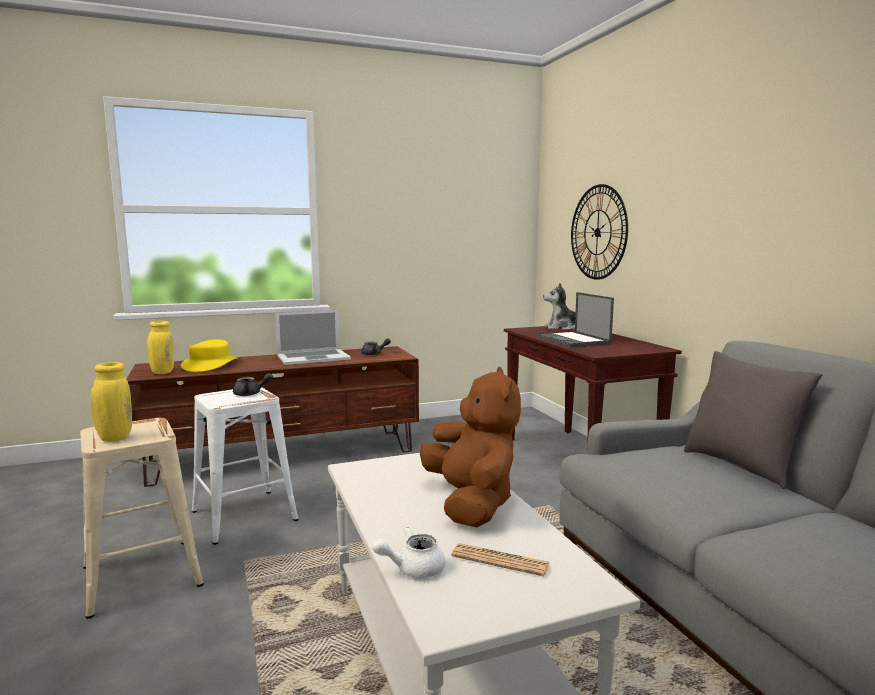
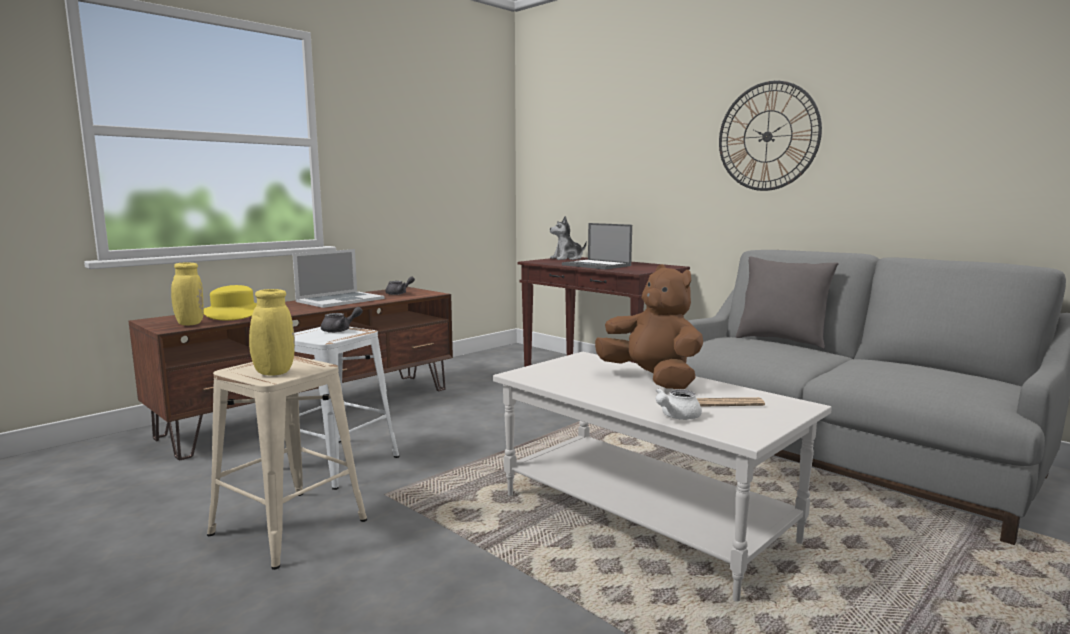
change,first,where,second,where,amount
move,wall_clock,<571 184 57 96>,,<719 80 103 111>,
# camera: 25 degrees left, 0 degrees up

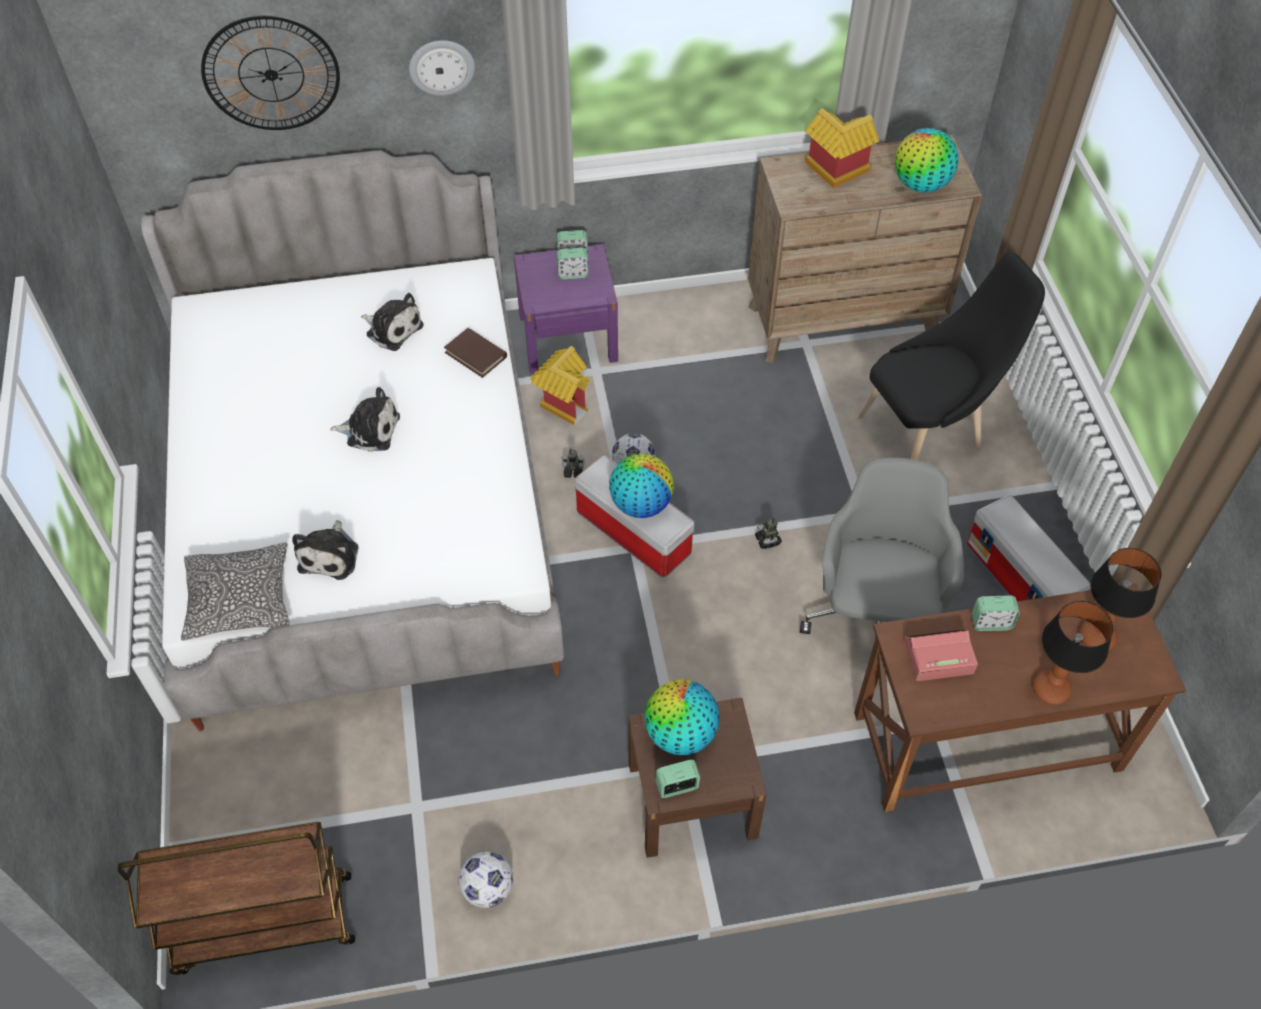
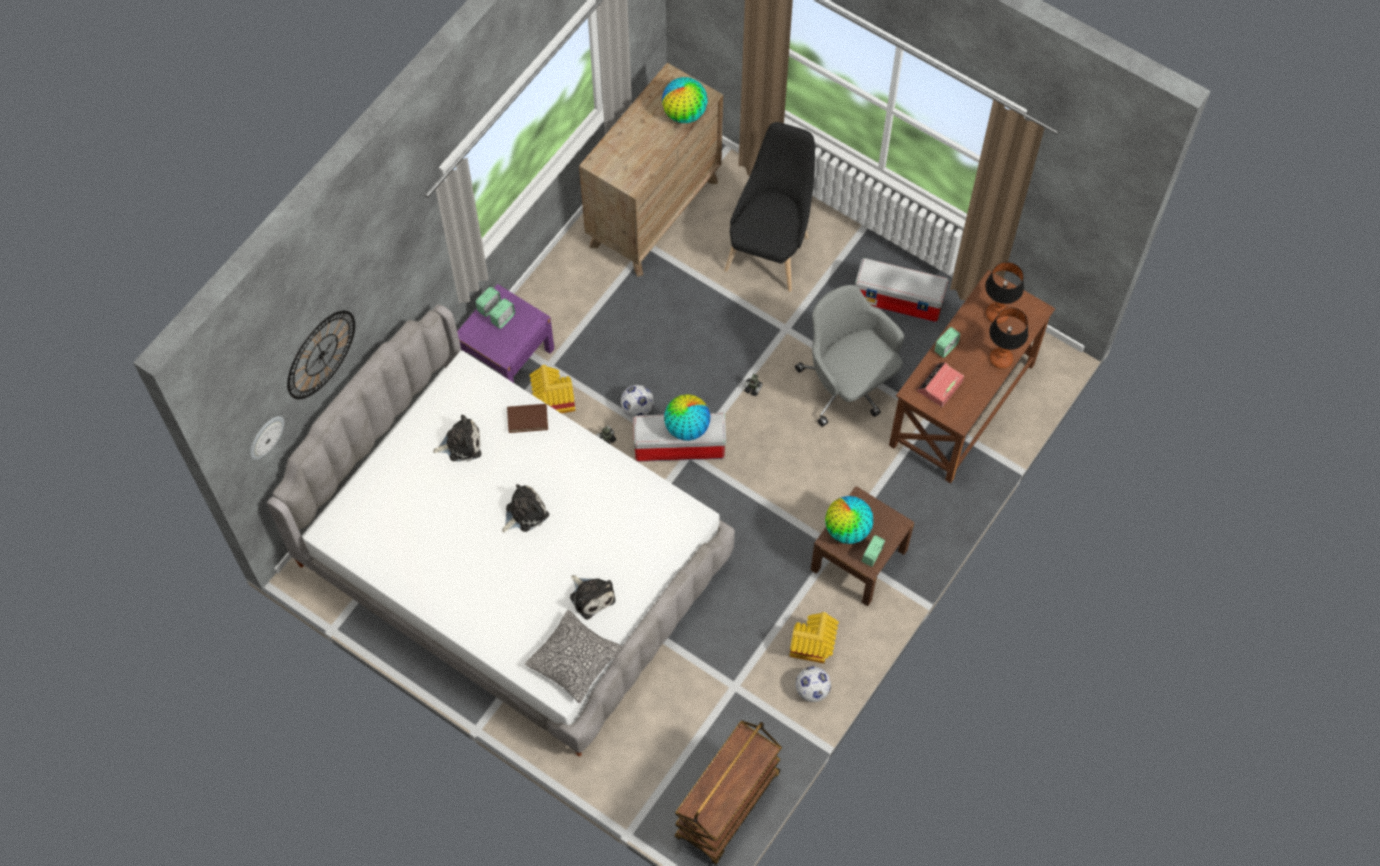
change,first,where,second,where,amount
move,wall_clock,<409 40 66 56>,,<250 416 34 44>,
move,toy_house,<805 108 74 80>,,<789 612 50 51>,
# camera: 45 degrees left, 10 degrees up

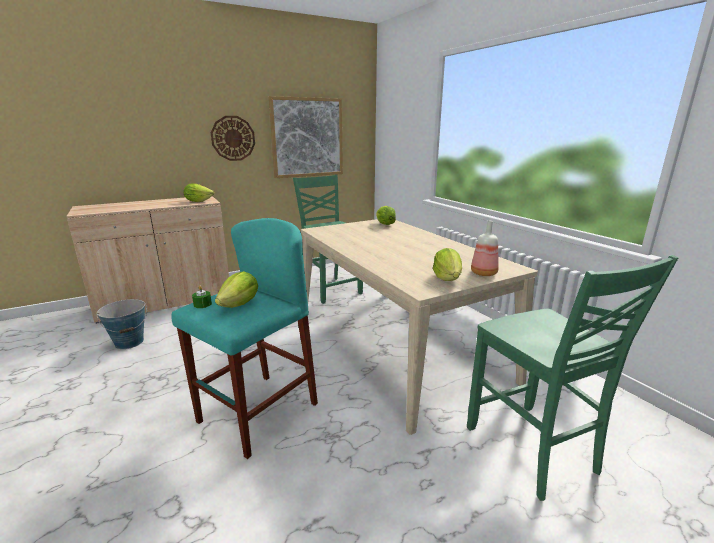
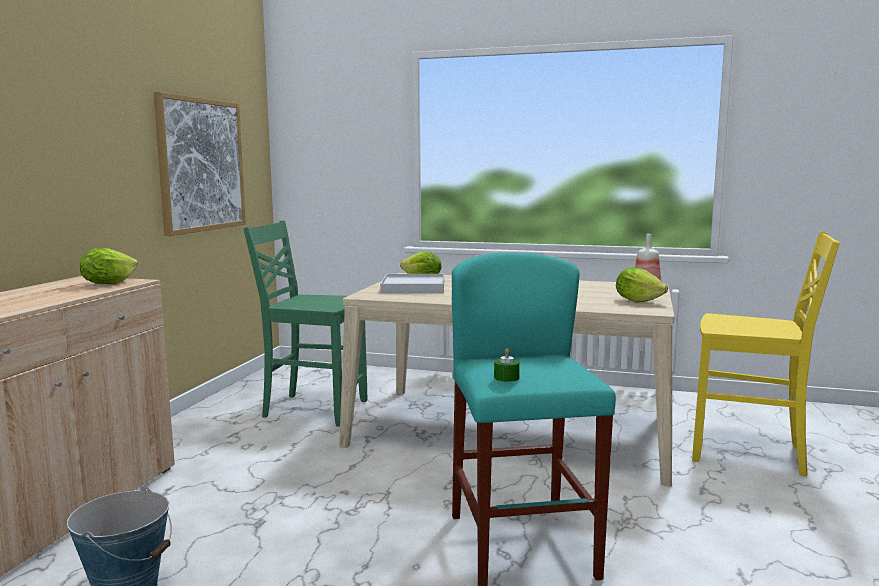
change,first,where,second,where,amount
insert,,,white_tray,<380 274 64 19>,
recolor,green_chair,<467 255 212 246>,yellow_chair,<692 232 148 245>,
delete,wall_clock,<211 116 44 45>,,,
delete,lettuce,<215 271 43 37>,,,
# camera: 45 degrees left, 10 degrees down

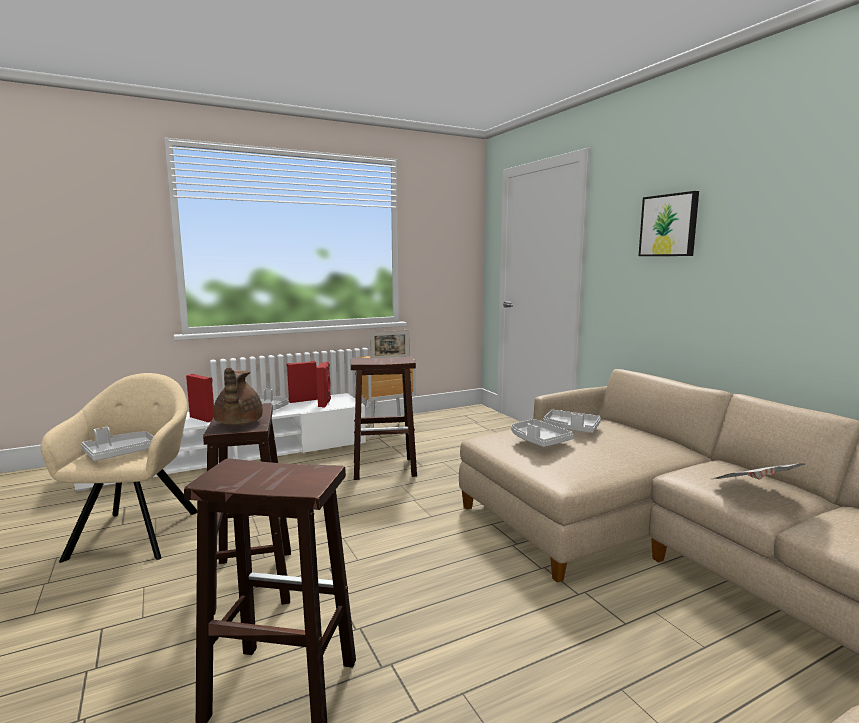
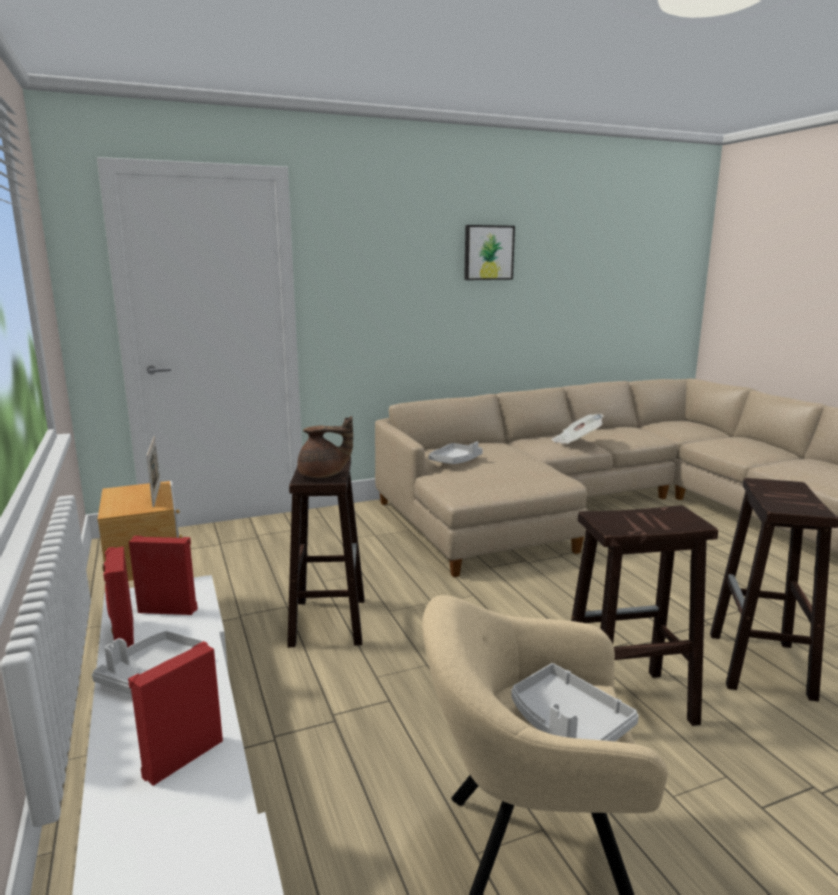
change,first,where,second,where,amount
move,brown_teapot,<213 368 50 57>,,<297 416 56 62>,
move,picture,<639 191 60 65>,,<464 225 51 55>,
delete,grey_tray,<511 419 62 28>,,,
# camera: 85 degrees left, 5 degrees up

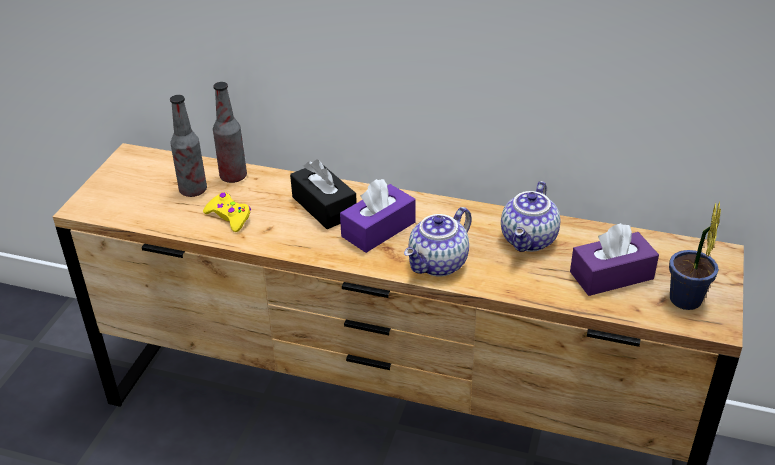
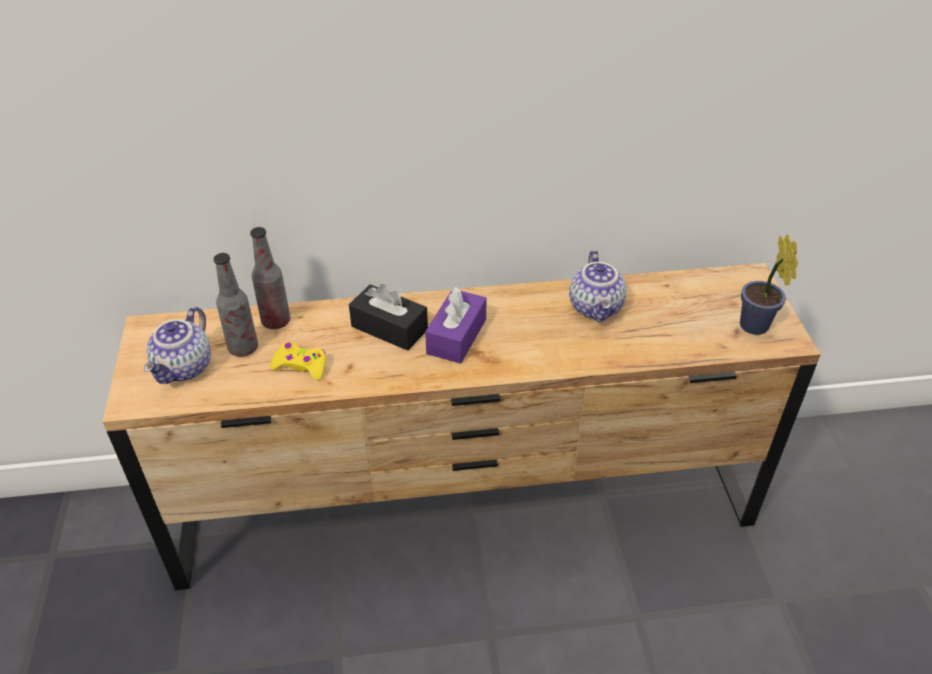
change,first,where,second,where,amount
move,teapot,<404 207 68 70>,,<144 306 67 78>,
delete,purple_tissue_box,<570 223 89 73>,,,
# camera: 25 degrees left, 5 degrees up

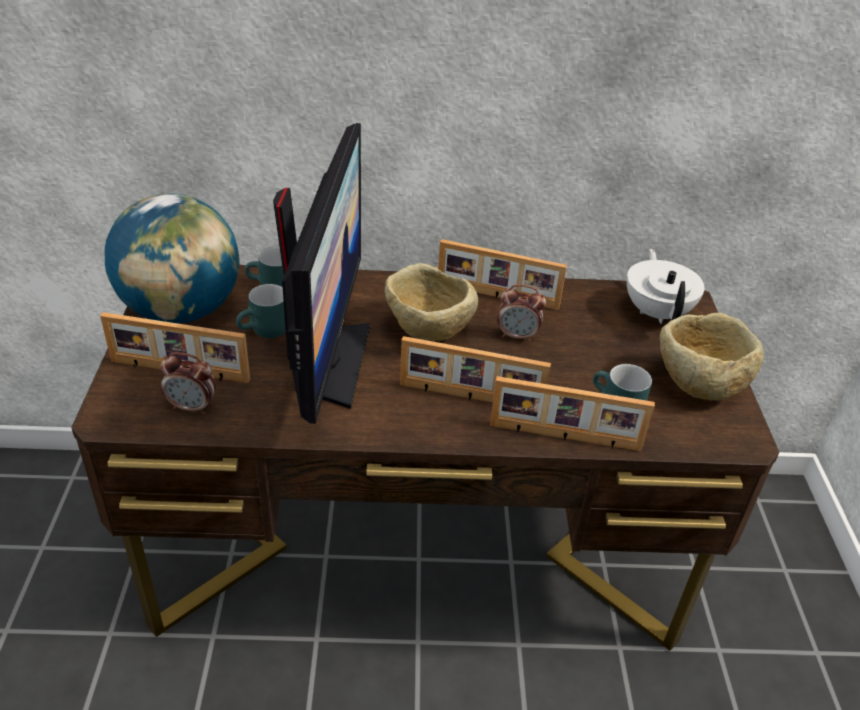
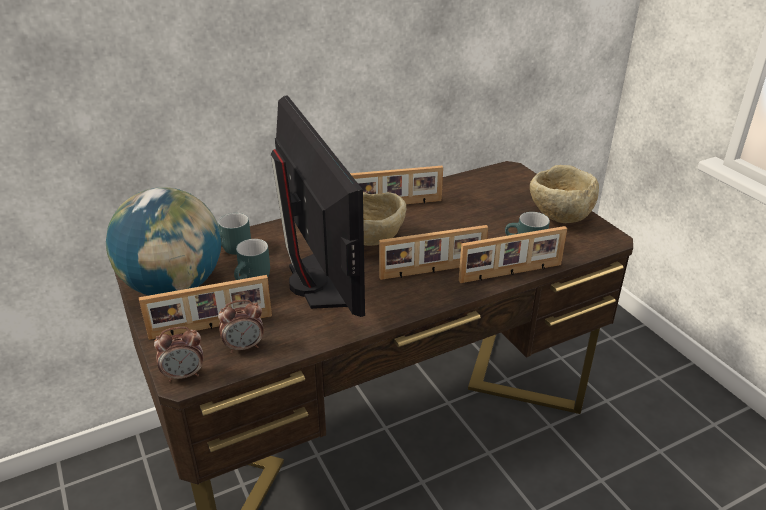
change,first,where,second,where,amount
move,alarm_clock,<497 285 49 57>,,<154 327 49 55>,
delete,white_teapot,<627 249 78 75>,,,
# camera: 25 degrees left, 5 degrees down

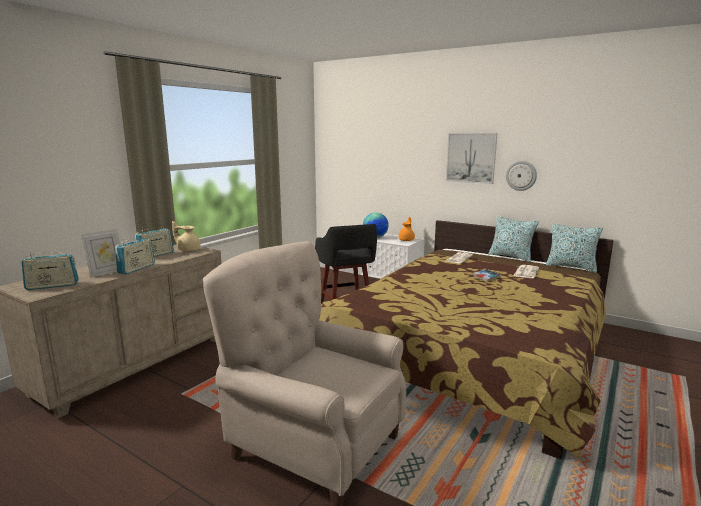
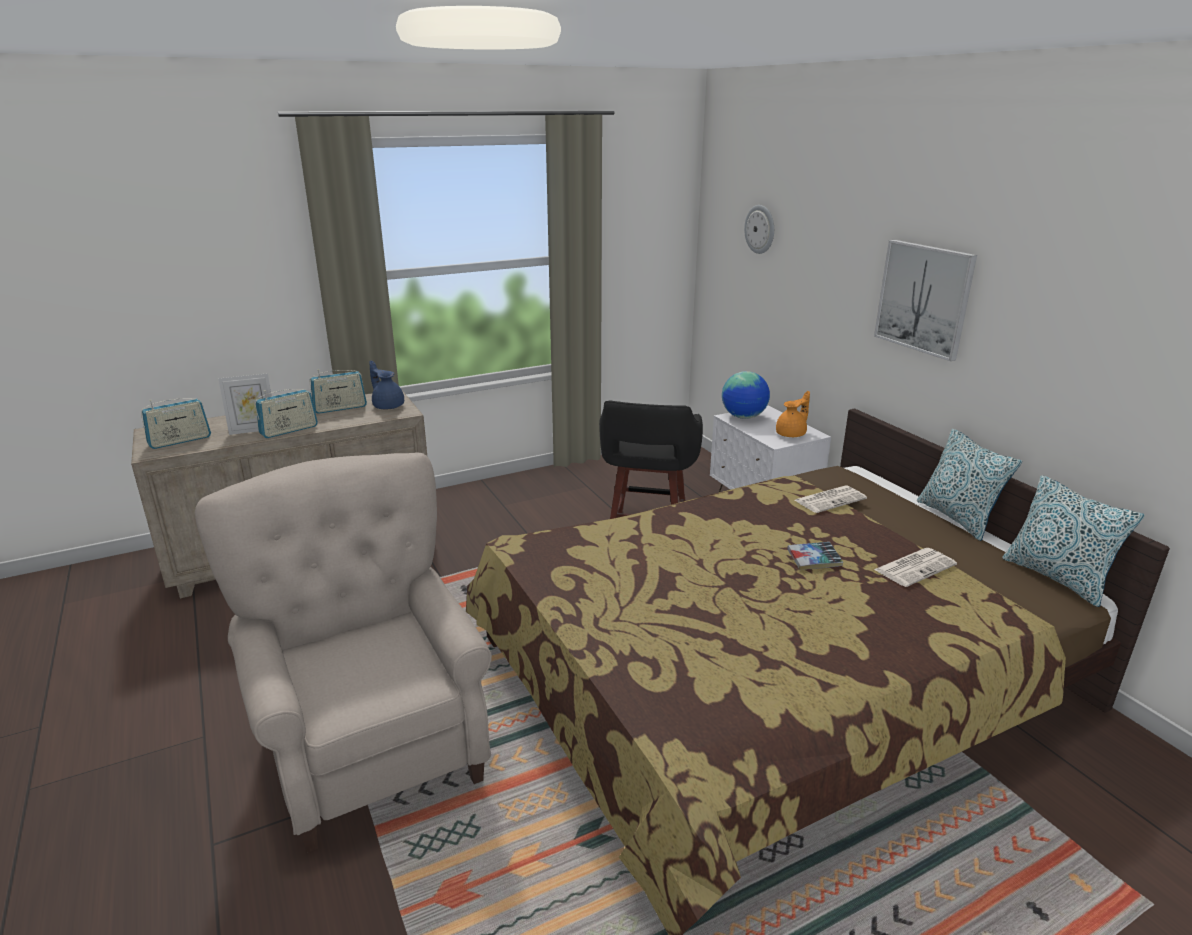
change,first,where,second,where,amount
rotate,radio,<22 251 57 39>,,<141 398 70 51>,45 degrees counterclockwise
recolor,beige_teapot,<172 221 29 30>,blue_teapot,<369 361 35 48>,
move,wall_clock,<506 161 31 30>,,<744 205 30 49>,
# camera: 30 degrees right, 10 degrees up

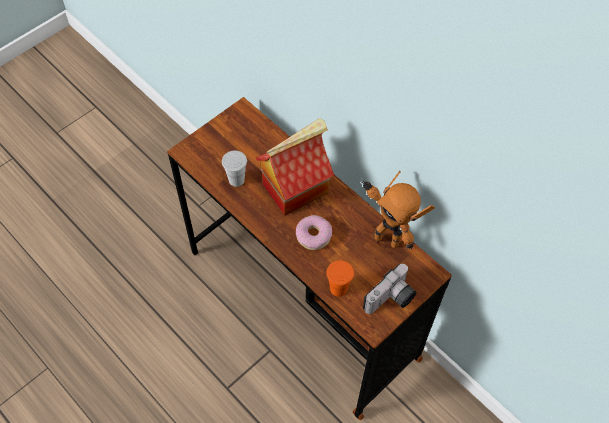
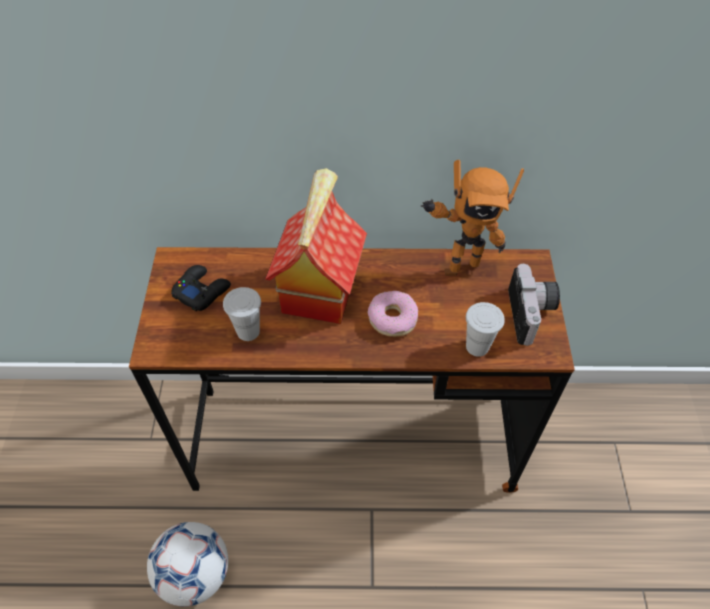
change,first,where,second,where,amount
insert,,,football,<147 522 81 85>,
insert,,,black_game_controller,<171 265 60 46>,
recolor,orange_cup,<327 260 27 37>,white_cup,<466 302 39 55>,
# camera: 45 degrees left, 5 degrees down

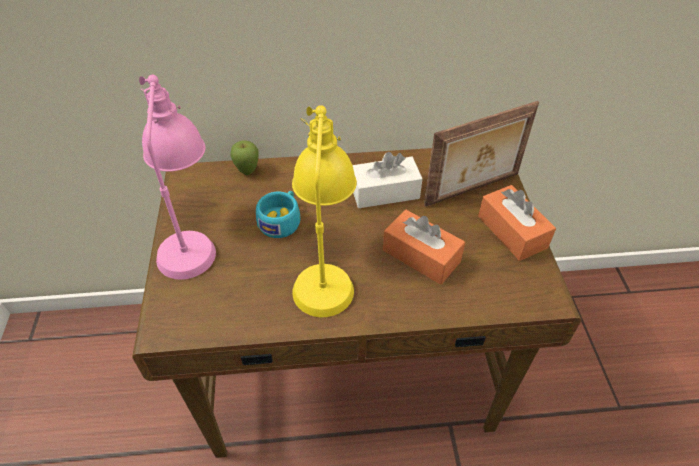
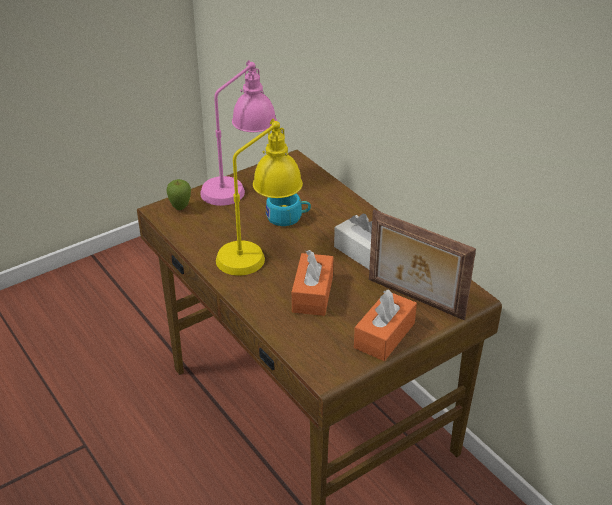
change,first,where,second,where,amount
move,apple,<231 140 28 35>,,<166 179 25 31>,
# camera: 60 degrees right, 10 degrees down

